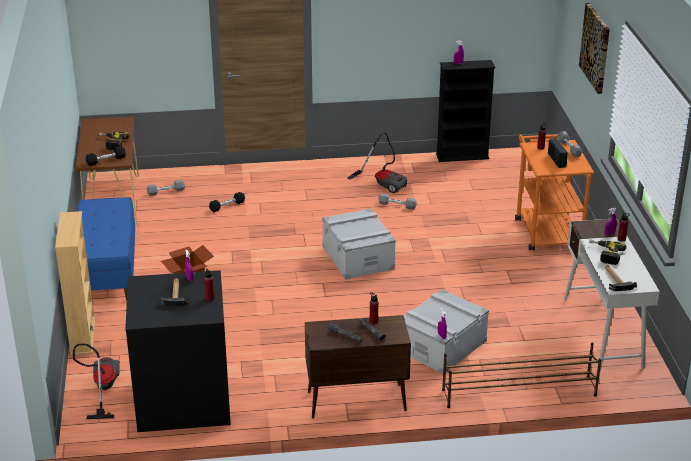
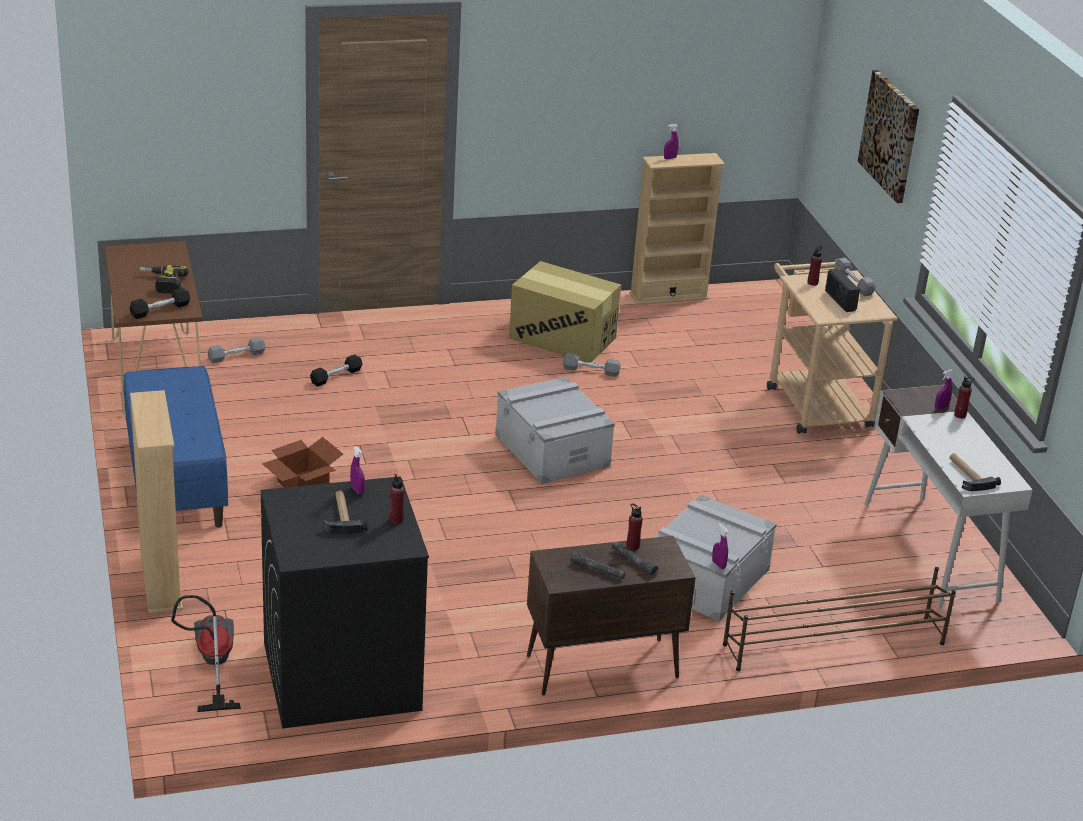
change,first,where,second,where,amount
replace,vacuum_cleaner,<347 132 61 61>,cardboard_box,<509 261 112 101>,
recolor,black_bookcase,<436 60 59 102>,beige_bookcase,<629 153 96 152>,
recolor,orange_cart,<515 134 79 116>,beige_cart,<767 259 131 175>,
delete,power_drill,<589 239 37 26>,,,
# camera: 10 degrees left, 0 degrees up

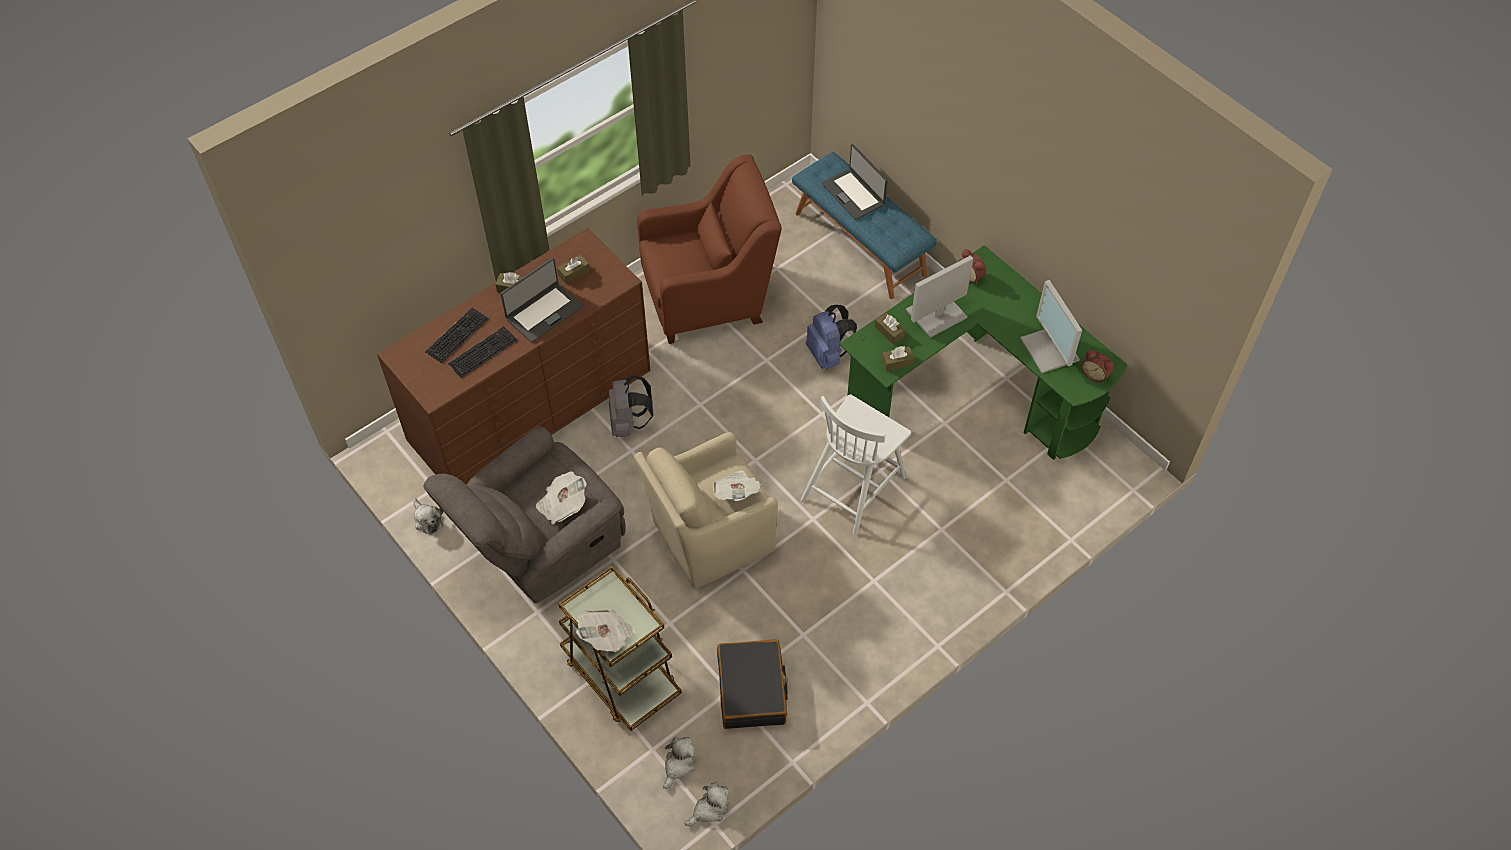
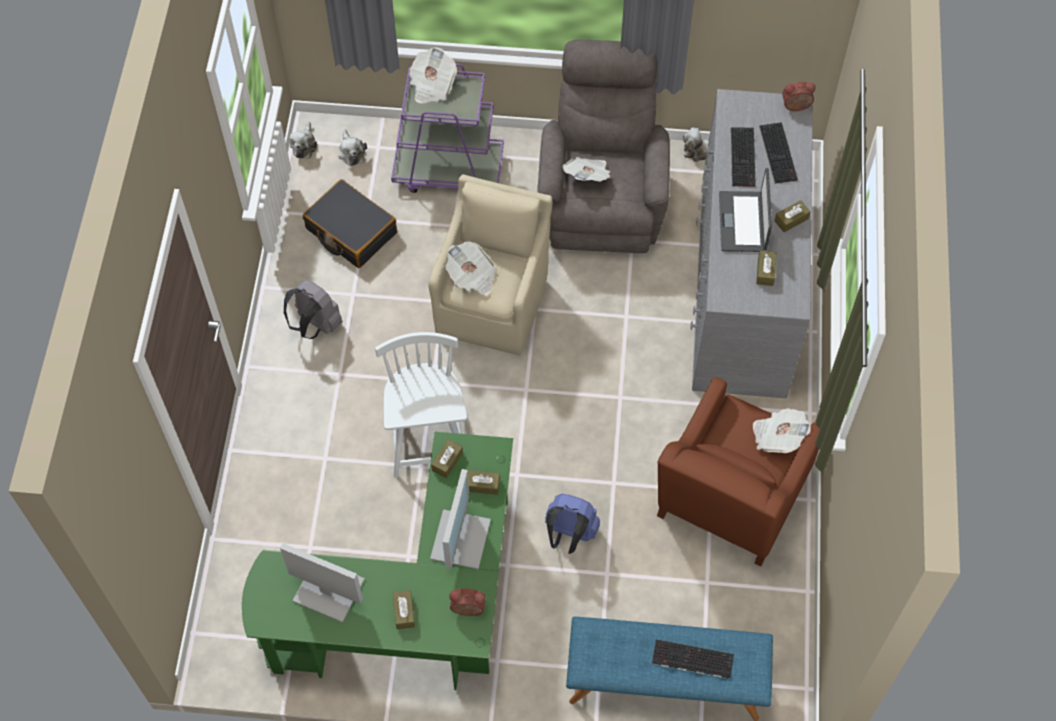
change,first,where,second,where,amount
move,grey_backpack,<609 375 45 62>,,<284 279 59 60>,
recolor,brown_cart,<558 566 124 165>,purple_cart,<391 63 113 130>,
insert,,,brown_tissue_box,<393 590 22 39>,
replace,laptop,<822 144 66 76>,keyboard,<652 639 82 40>,
recolor,brown_dresser,<377 228 273 257>,grey_dresser,<690 89 123 310>,
insert,,,newspaper,<753 408 58 45>,
move,alarm_clock,<1081 350 32 33>,,<782 82 34 29>,
# camera: 135 degrees right, 5 degrees up

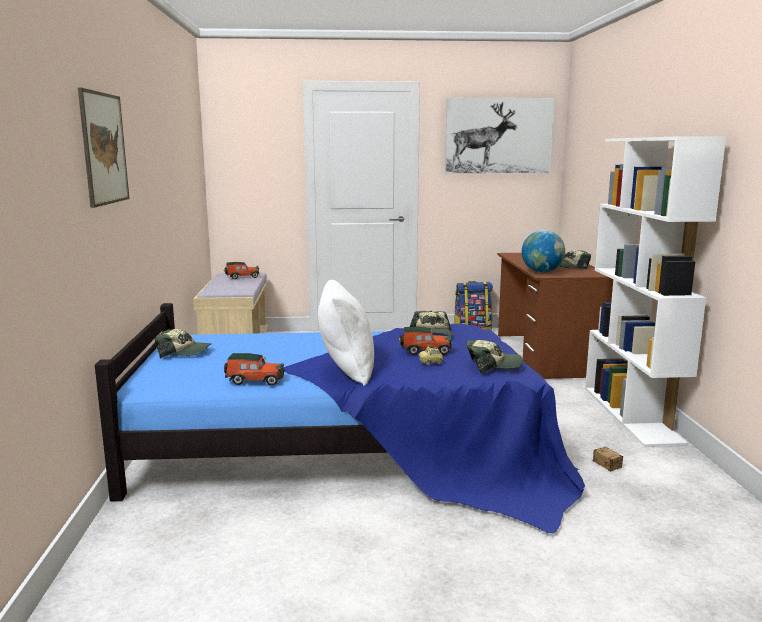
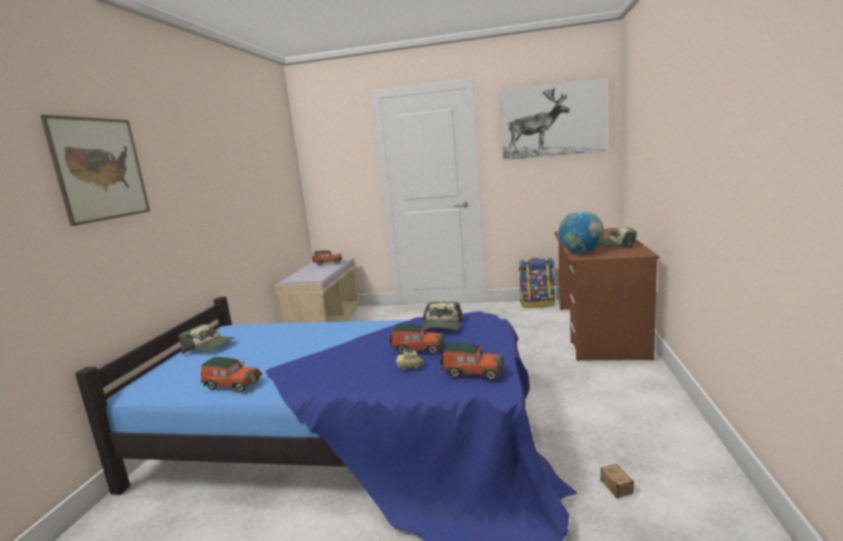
change,first,where,second,where,amount
replace,cap,<467 340 56 33>,toy_car,<440 343 64 37>,
delete,white_pillow,<318 280 56 106>,,,
delete,white_bookcase,<585 136 141 311>,,,
# camera: 15 degrees right, 0 degrees up

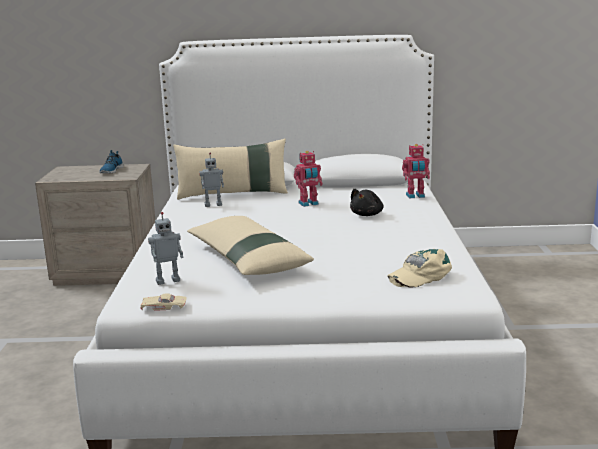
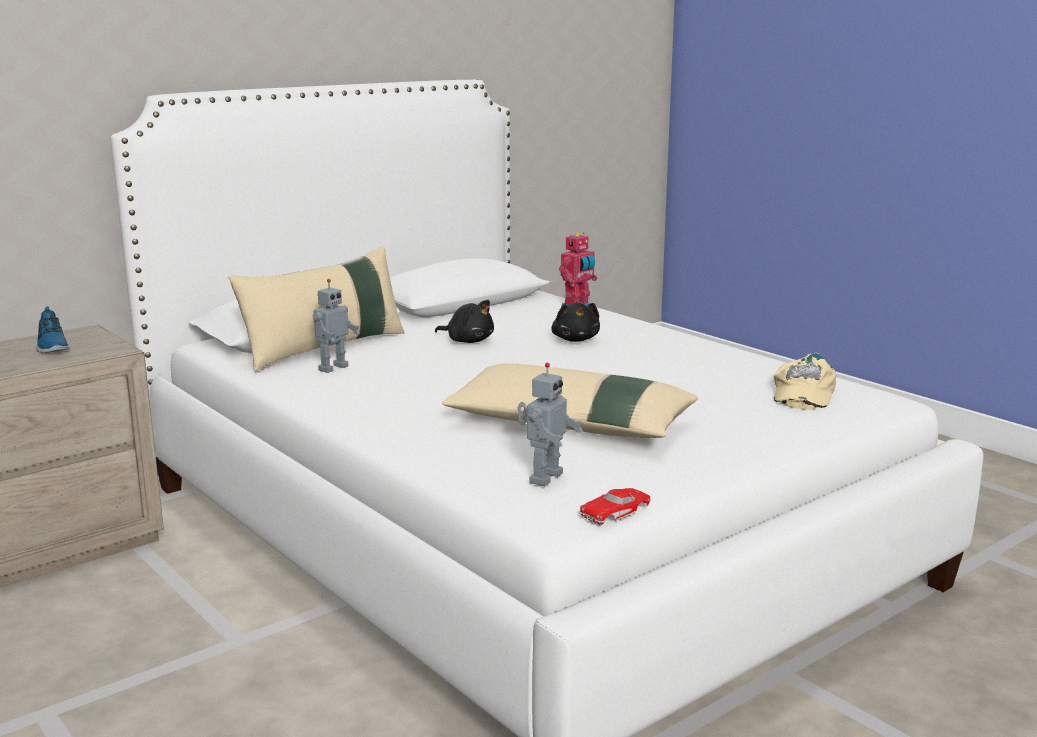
change,first,where,second,where,amount
replace,toy_robot,<294 151 29 56>,black_plush_toy,<435 300 59 43>,
recolor,beige_toy_car,<140 294 47 17>,red_toy_car,<580 488 71 37>,
# camera: 40 degrees left, 0 degrees up

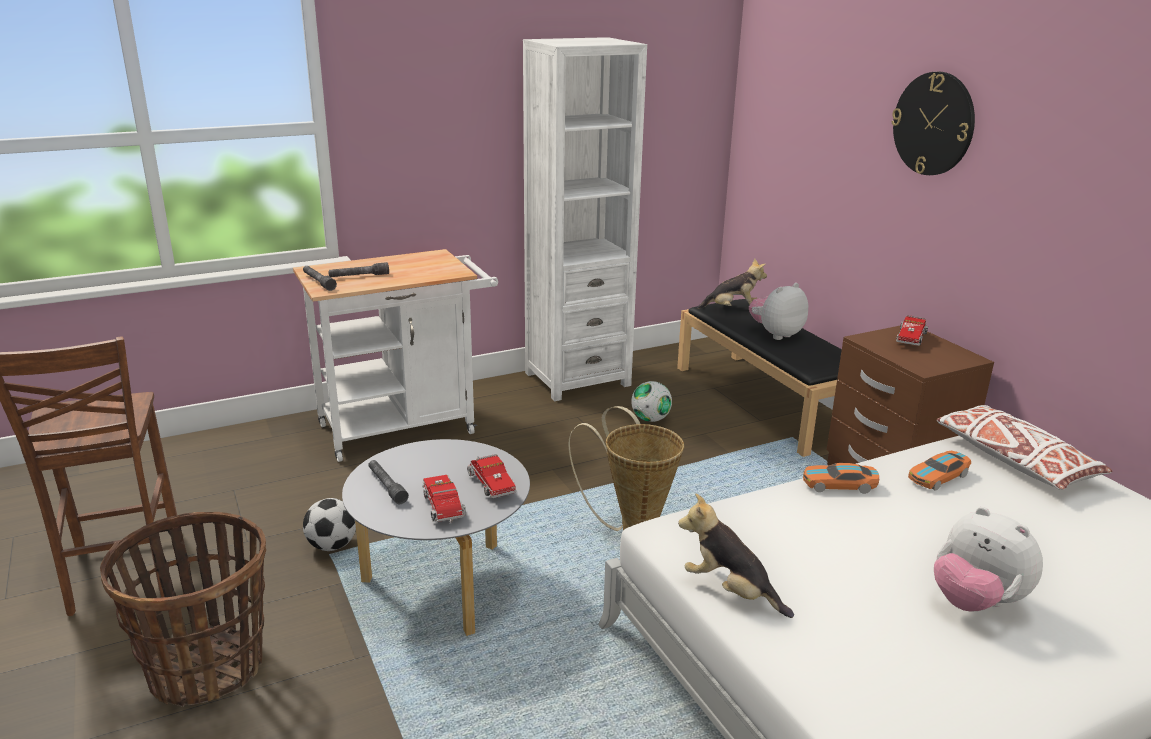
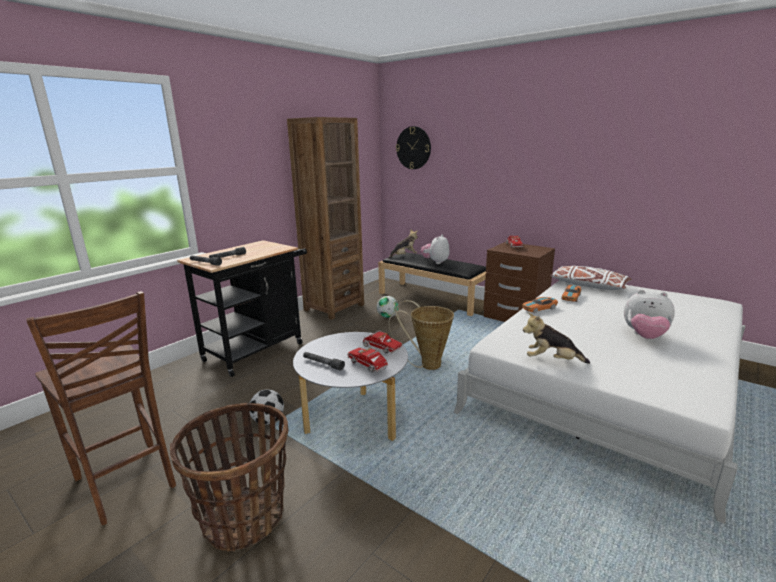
change,first,where,second,where,amount
recolor,white_cart,<293 249 205 213>,black_cart,<177 240 130 137>,
recolor,white_bookcase,<523 37 124 364>,brown_bookcase,<287 117 77 203>,
move,wall_clock,<891 72 84 103>,,<396 126 35 43>,
# camera: 25 degrees left, 5 degrees down

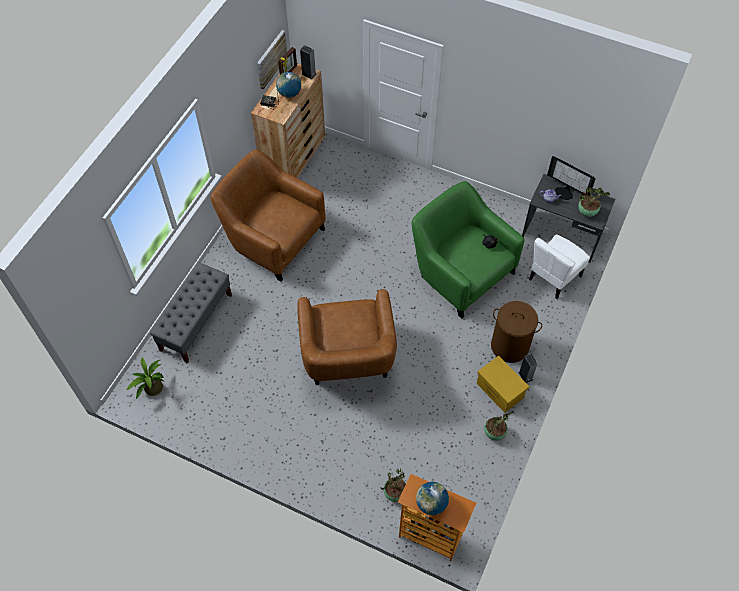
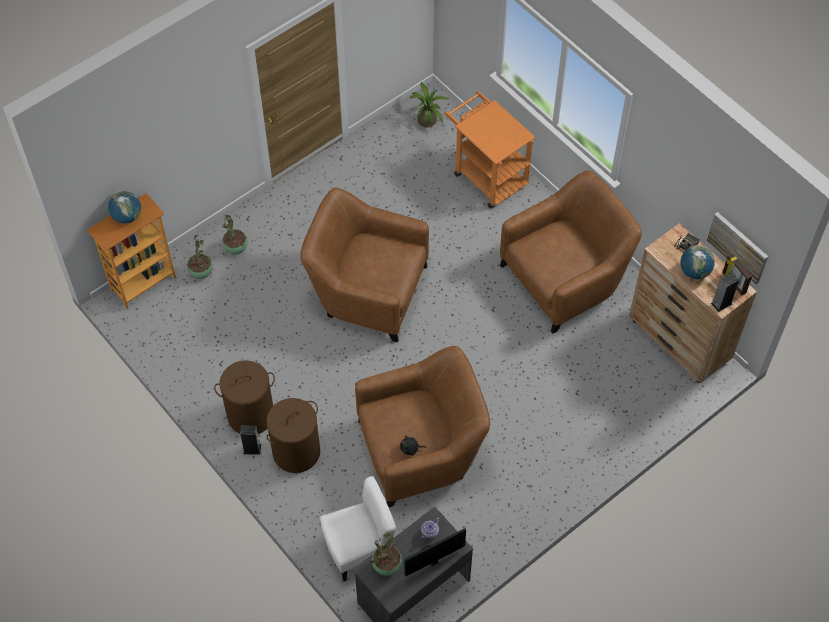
change,first,where,second,where,amount
replace,yellow_storage_box,<477 356 52 57>,brown_laundry_basket,<214 360 61 74>,
move,potted_plant,<484 410 30 31>,,<222 215 26 40>,
rotate,white_chair,<529 234 61 65>,,<320 476 76 105>,90 degrees clockwise
recolor,green_armchair,<412 181 112 137>,brown_armchair,<355 346 135 161>,
replace,grey_bench,<150 263 82 101>,orange_cart,<445 91 91 118>,
# camera: 115 degrees right, 0 degrees up

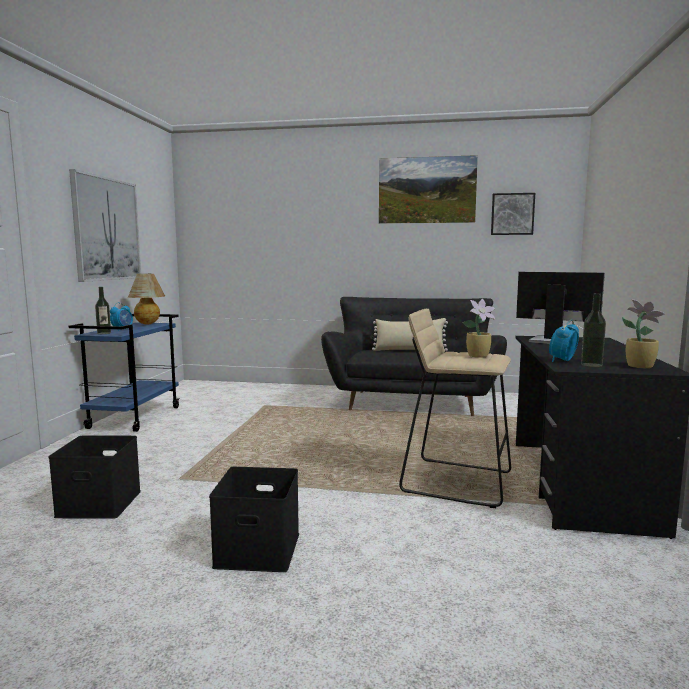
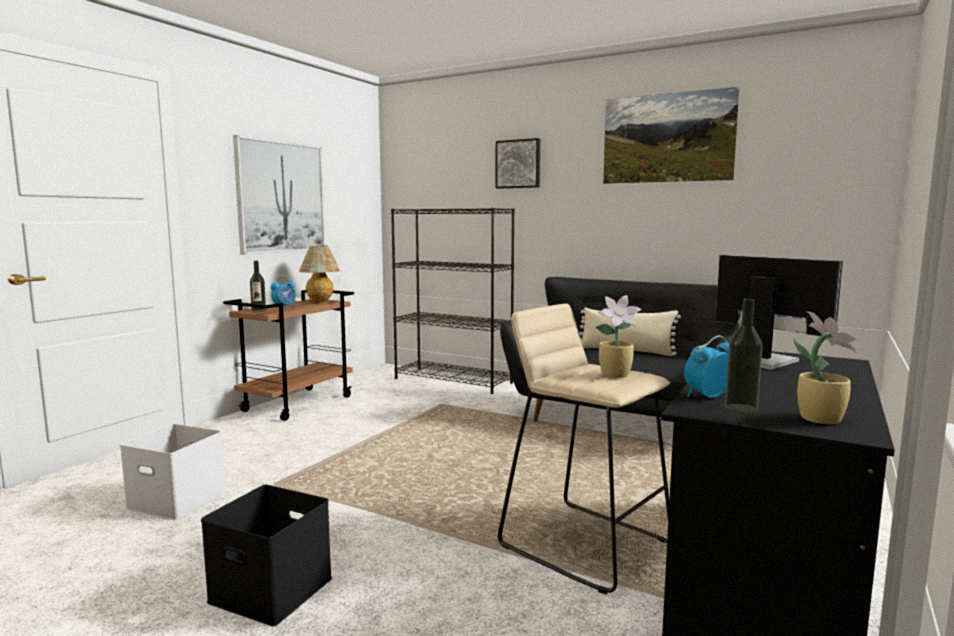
change,first,where,second,where,amount
recolor,black_storage_box,<49 436 92 83>,white_storage_box,<120 424 106 96>,
recolor,blue_cart,<69 314 110 118>,brown_cart,<223 290 131 131>,
insert,,,black_bookcase,<391 208 124 186>,
move,picture,<491 193 44 42>,,<495 138 45 51>,
# camera: 20 degrees right, 0 degrees up

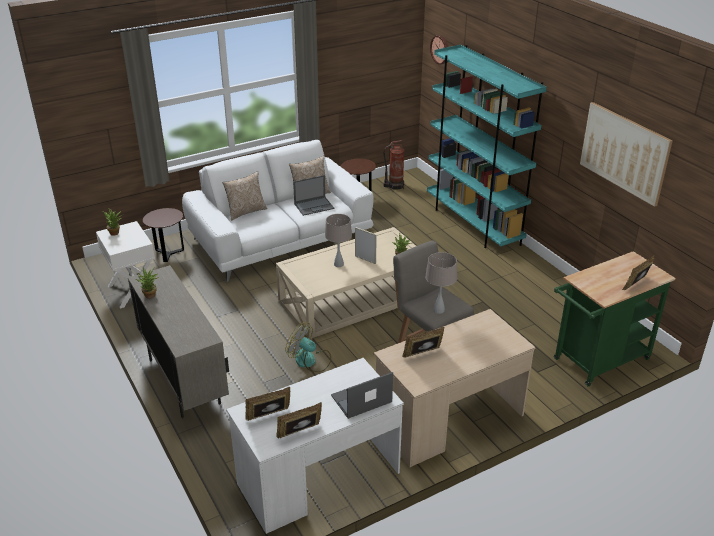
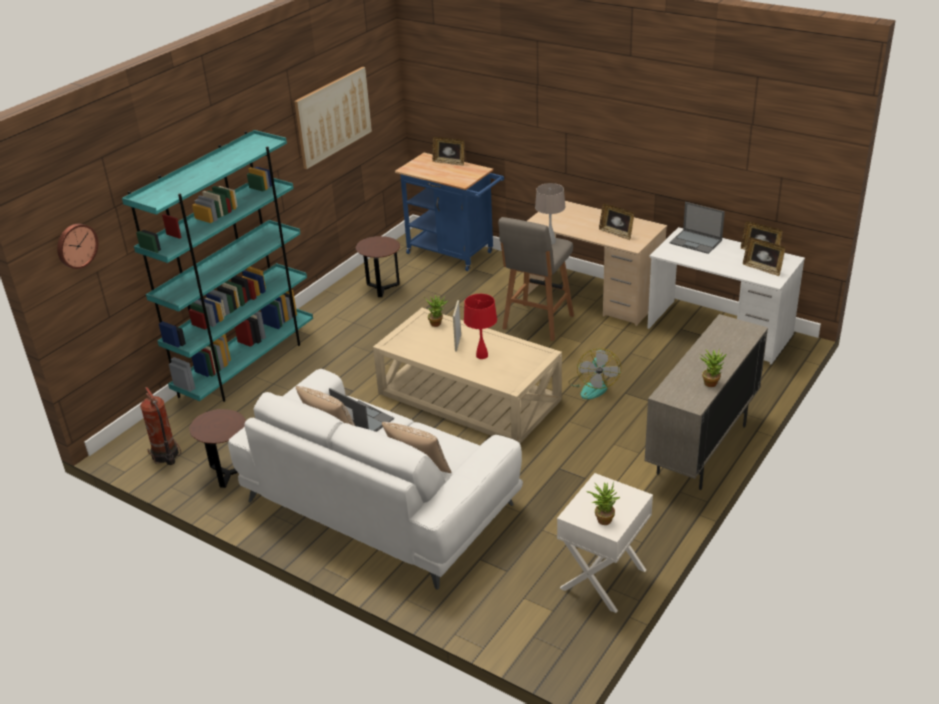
change,first,where,second,where,amount
move,brown_side_table,<143 208 41 54>,,<356 236 44 61>,
recolor,green_cart,<554 251 122 136>,blue_cart,<395 153 109 118>,
recolor,beige_table_lamp,<325 214 27 53>,red_table_lamp,<464 294 33 65>,
# camera: 115 degrees left, 0 degrees up

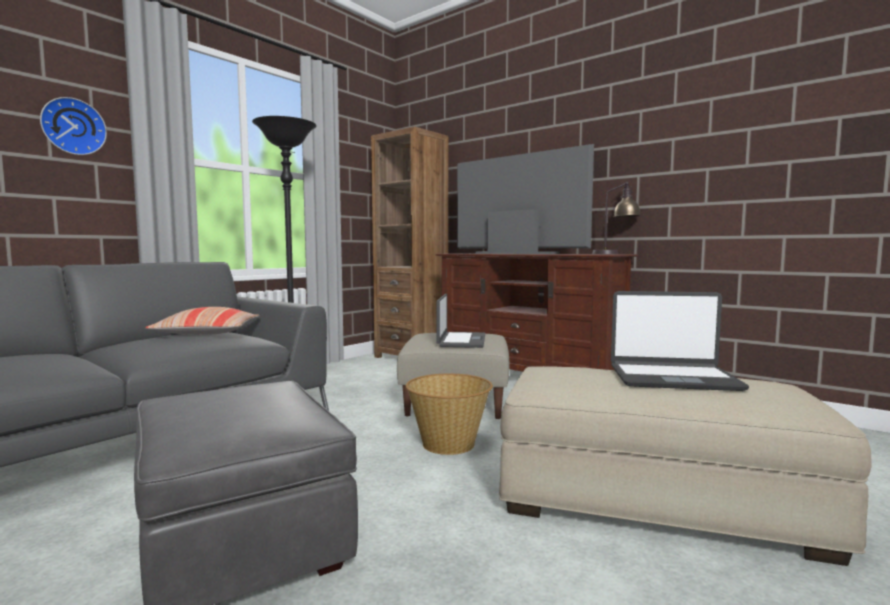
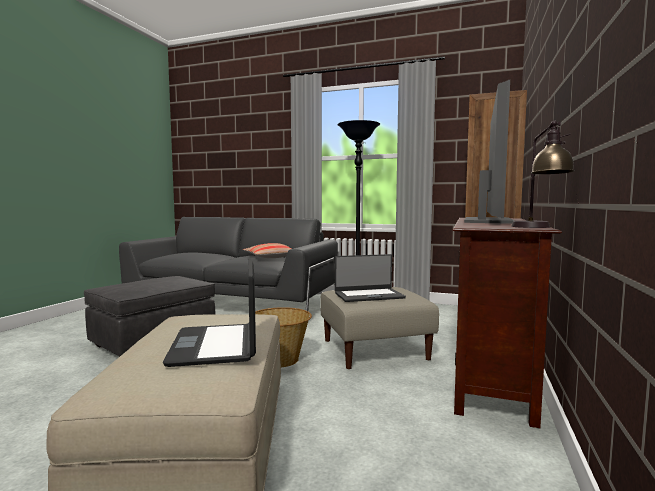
change,first,where,second,where,amount
delete,wall_clock,<40 97 67 58>,,,
# camera: 70 degrees right, 0 degrees up

